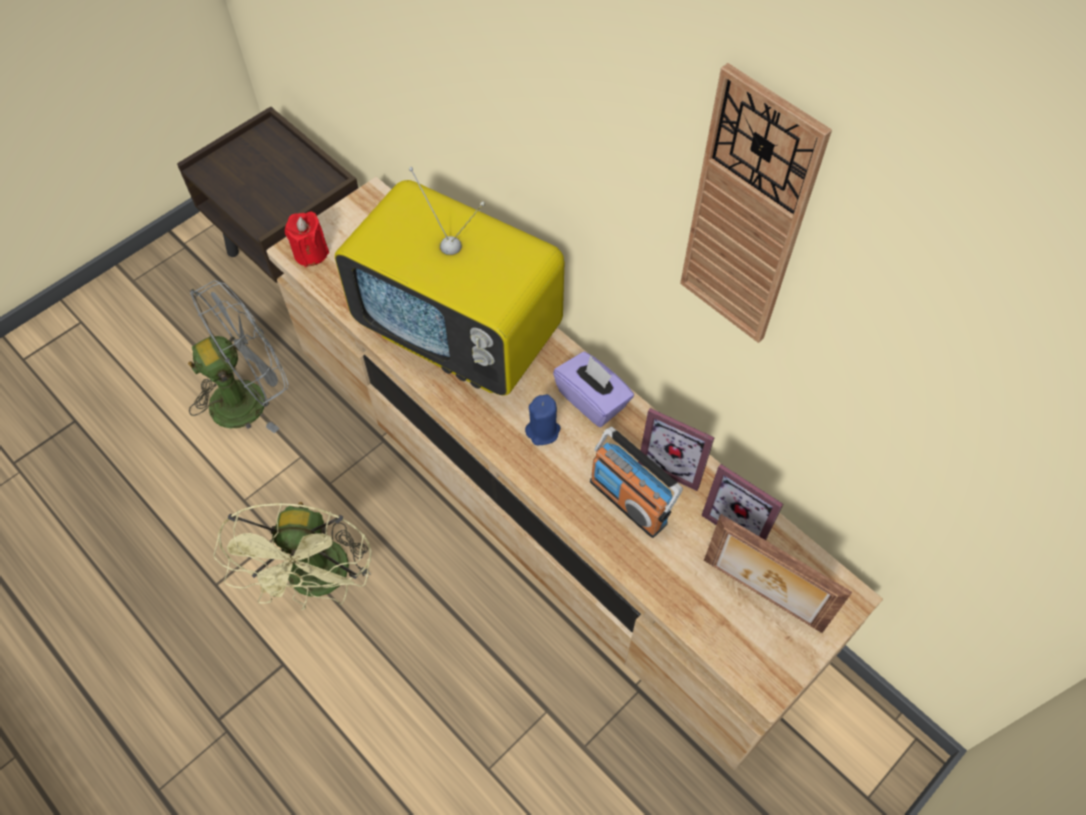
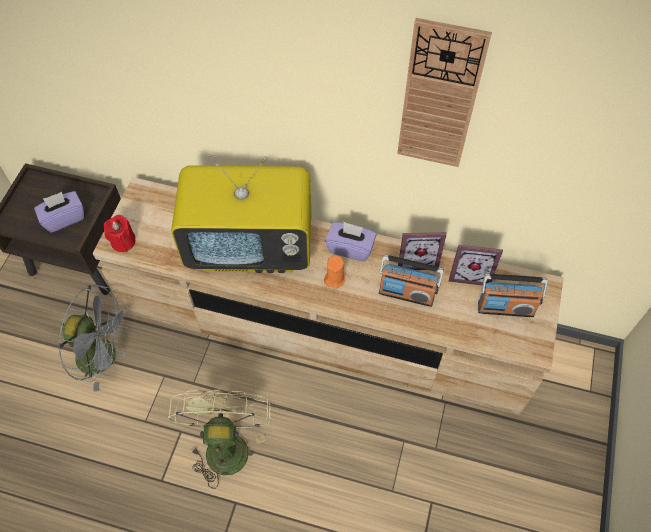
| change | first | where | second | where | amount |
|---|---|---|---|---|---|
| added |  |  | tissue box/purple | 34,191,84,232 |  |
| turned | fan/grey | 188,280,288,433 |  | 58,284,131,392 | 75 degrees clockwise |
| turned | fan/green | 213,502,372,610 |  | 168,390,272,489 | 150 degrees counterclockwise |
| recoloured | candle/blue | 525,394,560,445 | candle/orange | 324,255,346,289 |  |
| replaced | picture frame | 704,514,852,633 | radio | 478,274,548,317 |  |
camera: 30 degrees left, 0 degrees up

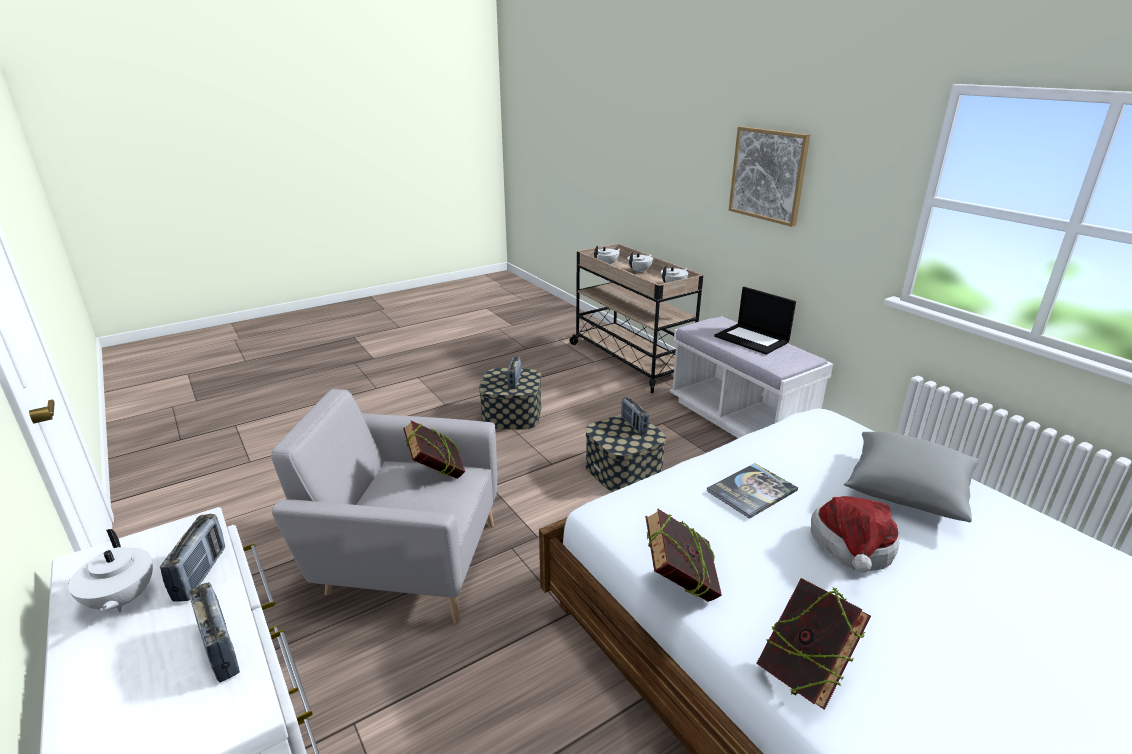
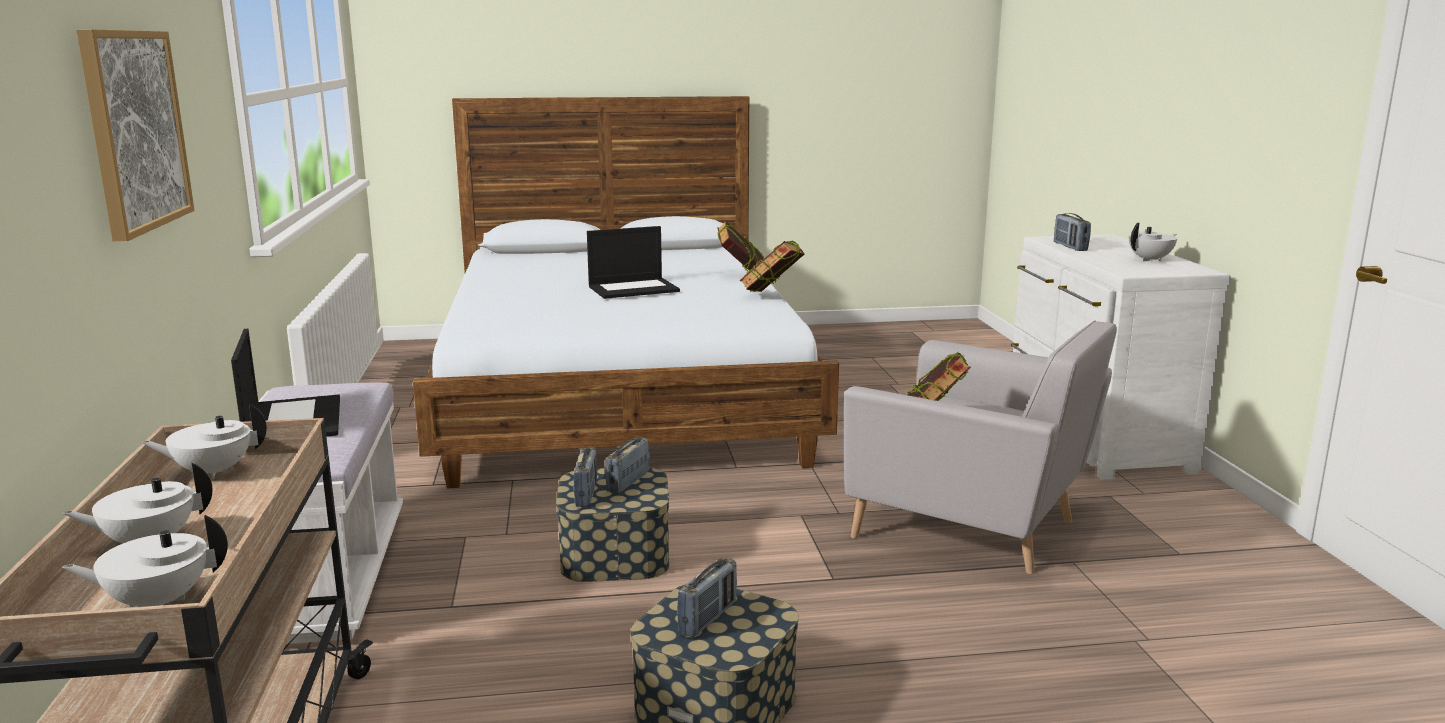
| change | first | where | second | where | amount |
|---|---|---|---|---|---|
| replaced | hat | 811,496,899,573 | laptop | 587,226,680,299 |  |
| moved | radio | 160,514,225,602 |  | 605,437,650,494 |  |
| turned | teapot/white | 68,529,153,613 |  | 1129,223,1177,263 | 60 degrees clockwise |
| removed | book | 707,463,798,519 |  |  |  |
| removed | pillow/grey | 844,432,979,522 |  |  |  |
camera: 155 degrees left, 10 degrees down

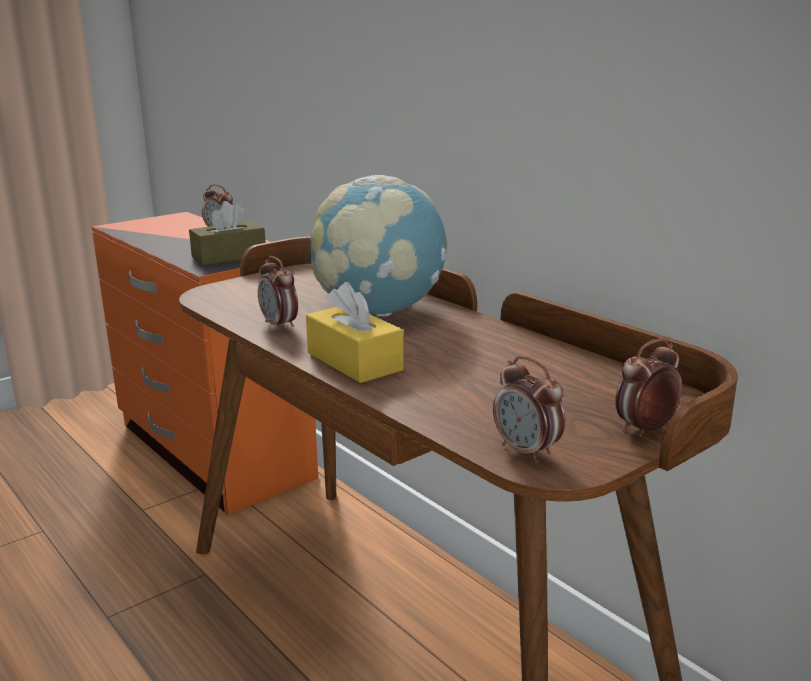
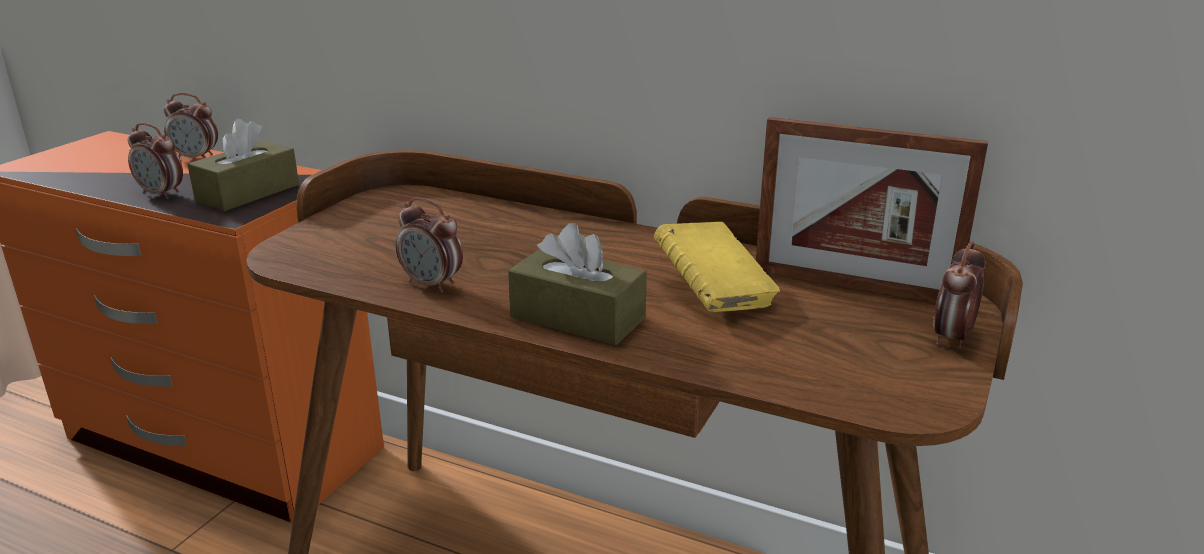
| change | first | where | second | where | amount |
|---|---|---|---|---|---|
| moved | alarm clock | 493,356,565,463 |  | 128,123,183,199 |  |
| recoloured | tissue box/yellow | 306,282,404,383 | tissue box/brown | 508,223,647,346 |  |
| added |  |  | book/yellow | 654,222,780,312 |  |
| added |  |  | picture frame | 756,117,988,303 |  |
| removed | globe | 310,175,447,316 |  |  |  |
camera: 25 degrees left, 5 degrees up

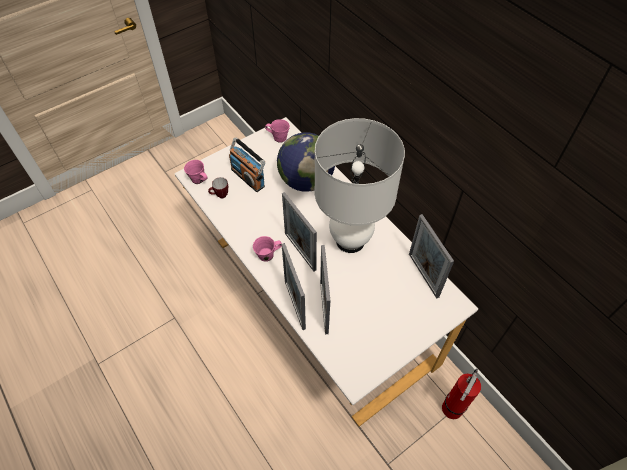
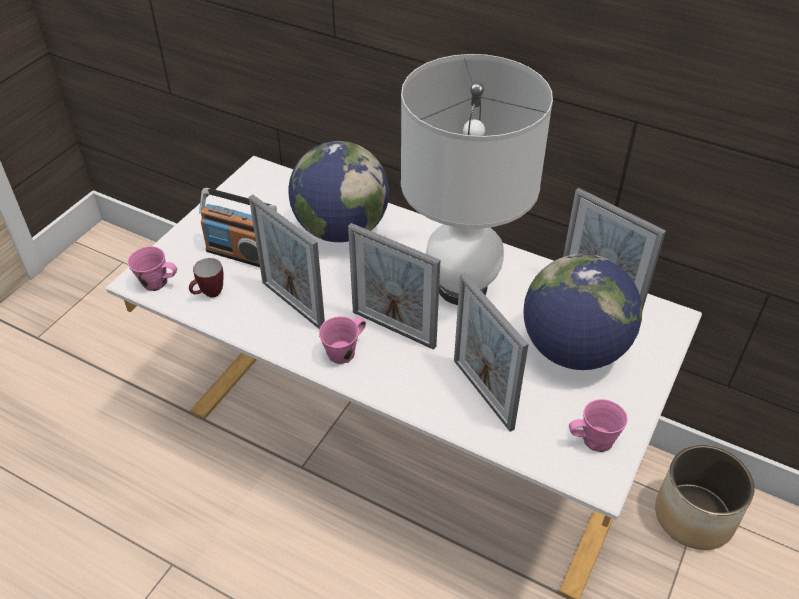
| change | first | where | second | where | amount |
|---|---|---|---|---|---|
| moved | picture frame | 282,243,306,330 |  | 249,195,325,329 |  |
| added |  |  | globe | 523,254,642,370 |  |
| moved | mug/pink | 265,119,290,143 |  | 569,399,628,452 |  |
| replaced | fire extinguisher | 442,369,481,419 | planter | 655,445,755,550 |  |
camera: 25 degrees left, 10 degrees down

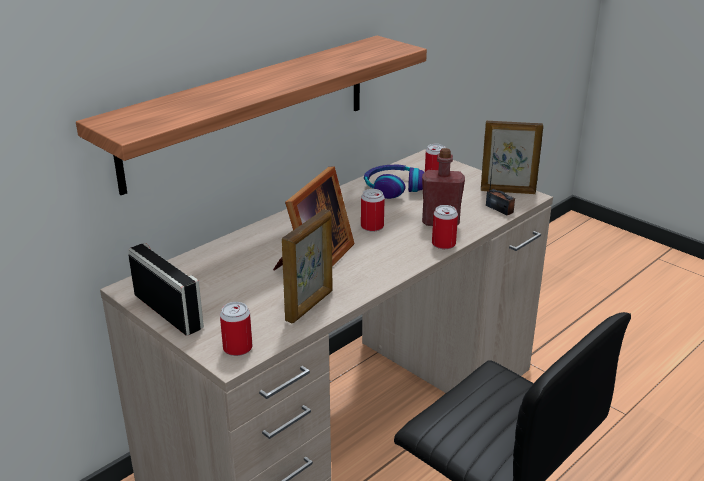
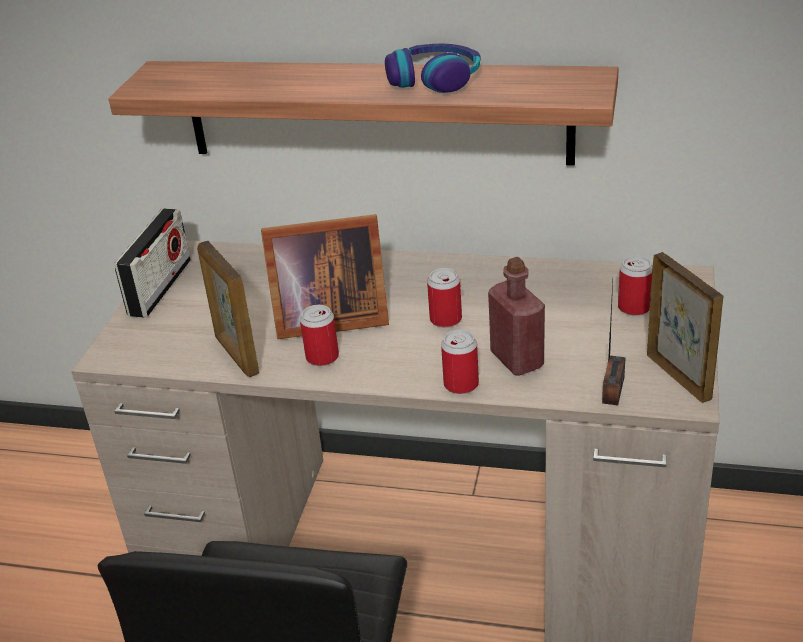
| change | first | where | second | where | amount |
|---|---|---|---|---|---|
| turned | picture frame | 282,209,332,323 |  | 197,241,259,377 | 60 degrees clockwise |
| moved | can | 220,302,252,356 |  | 300,305,339,366 |  |
| moved | headphones | 364,165,424,199 |  | 385,44,481,93 |  |
camera: 60 degrees right, 5 degrees up

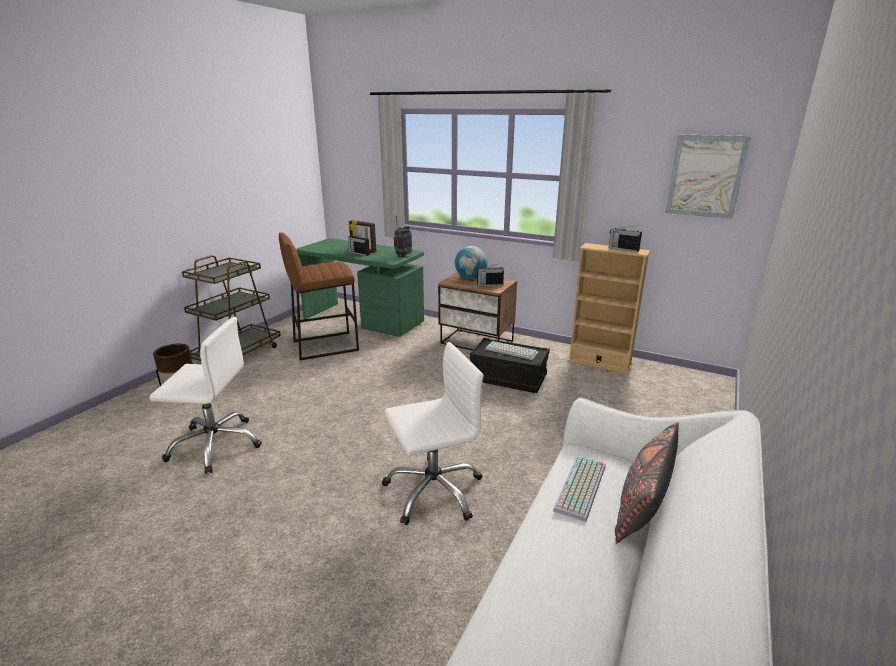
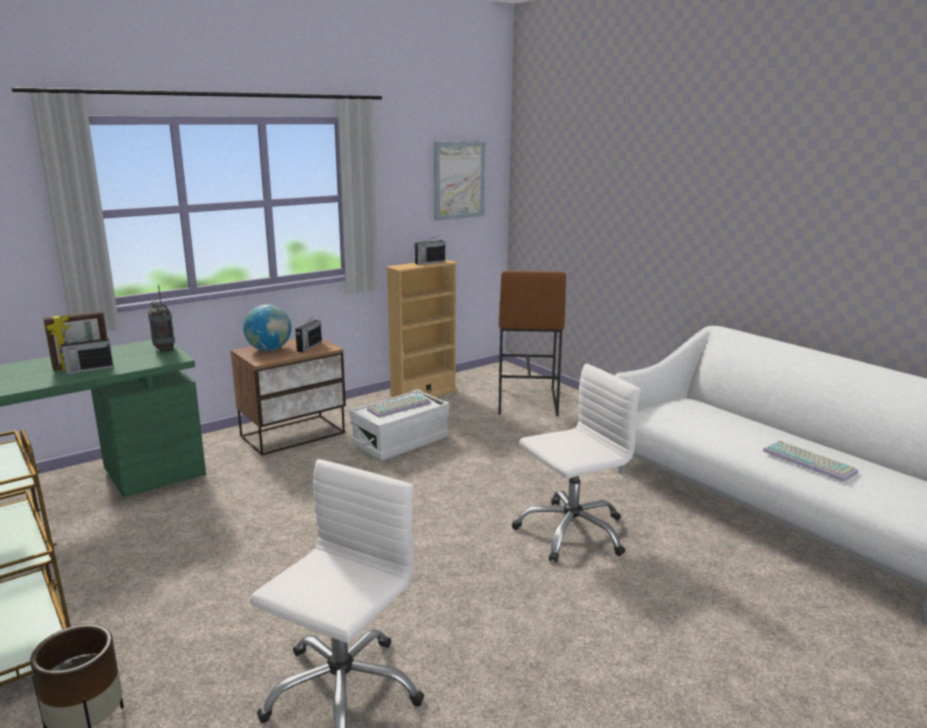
| change | first | where | second | where | amount |
|---|---|---|---|---|---|
| recoloured | storage box/black | 470,338,550,393 | storage box/white | 349,390,449,460 |  |
| moved | stool/brown | 279,233,359,361 |  | 499,271,566,416 |  |
| turned | office chair/white | 382,342,484,525 |  | 512,364,641,563 | 60 degrees clockwise |
| moved | keyboard | 553,456,606,522 |  | 763,441,858,482 |  |
| removed | pillow/grey | 615,422,679,544 |  |  |  |
camera: 65 degrees left, 5 degrees down

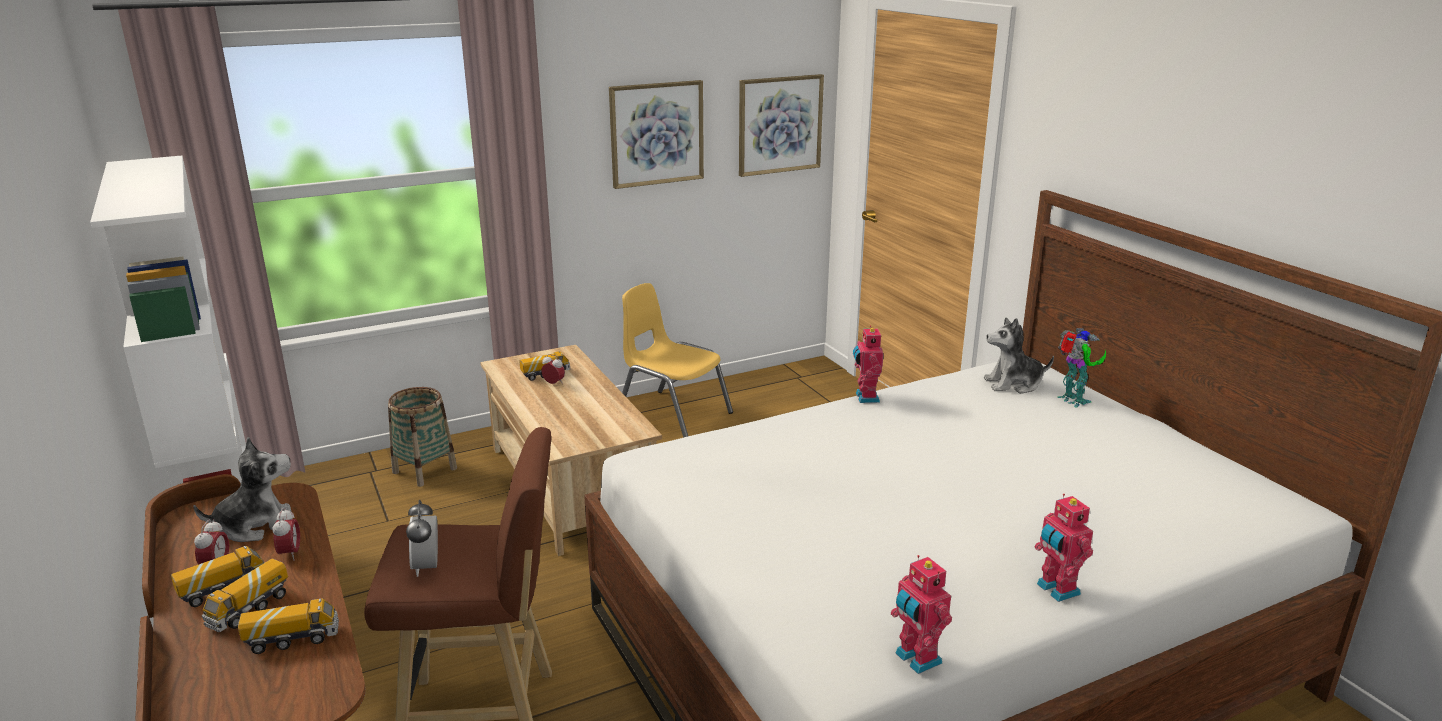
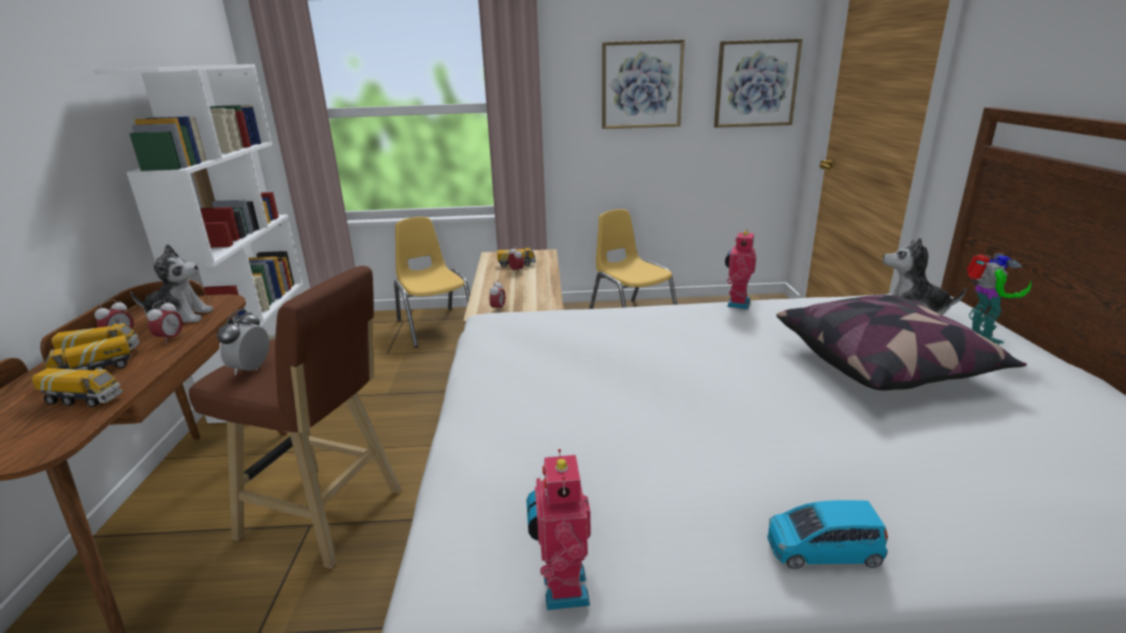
| change | first | where | second | where | amount |
|---|---|---|---|---|---|
| replaced | basket | 388,387,457,487 | chair/yellow | 394,217,470,348 |  |
| added |  |  | alarm clock | 489,280,505,310 |  |
| replaced | toy robot | 1034,494,1093,602 | toy car/blue | 767,500,888,569 |  |
| added |  |  | pillow | 776,295,1027,391 |  |
camera: 25 degrees right, 0 degrees up

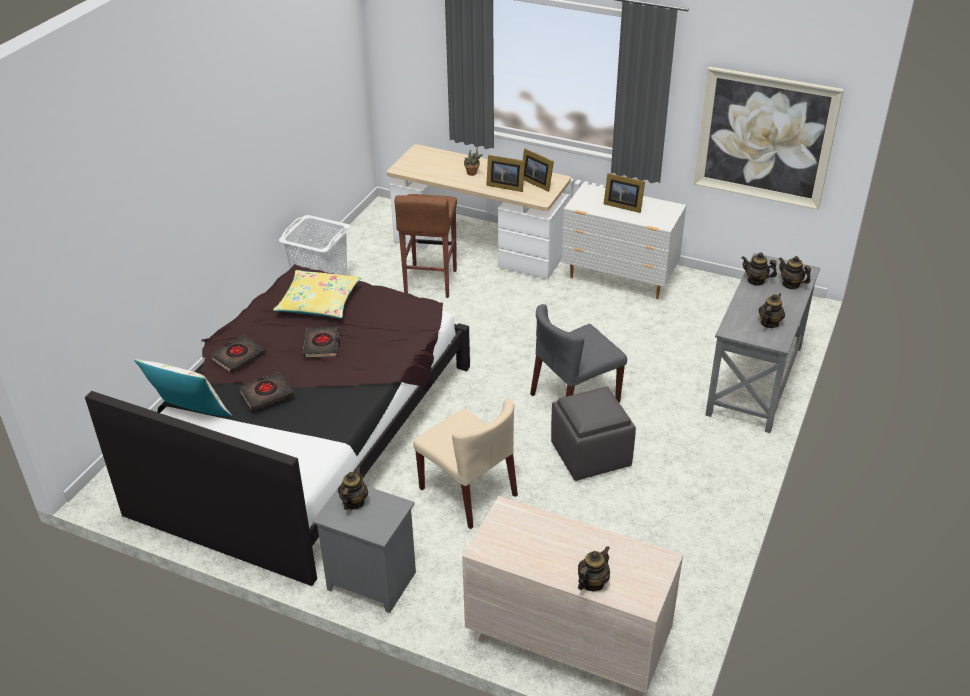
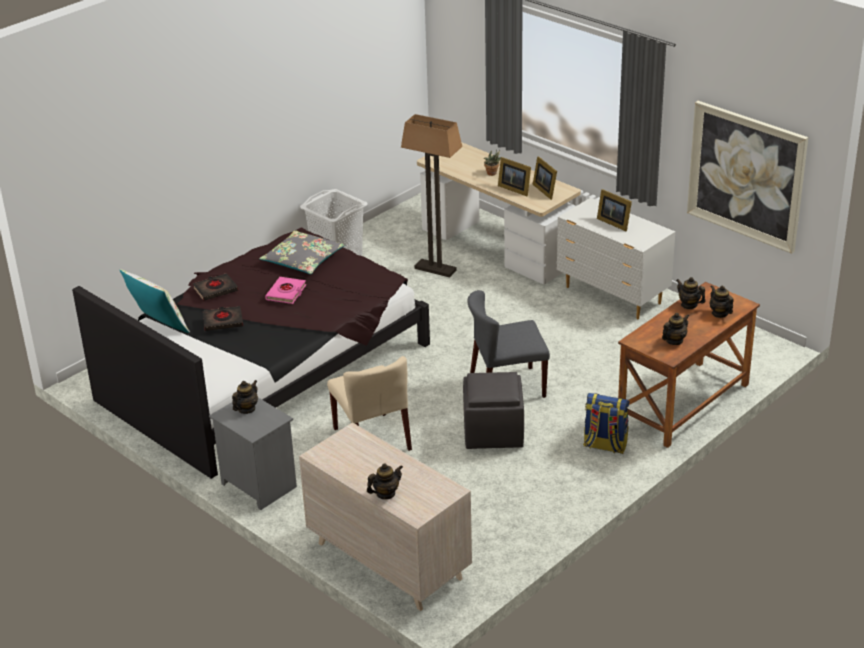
| change | first | where | second | where | amount |
|---|---|---|---|---|---|
| recoloured | pillow/yellow | 273,270,362,319 | pillow/grey | 259,230,345,274 |  |
| recoloured | book/black | 303,326,340,358 | book/pink | 265,277,306,304 |  |
| replaced | stool/brown | 394,194,457,298 | floor lamp | 401,114,462,277 |  |
| added |  |  | backpack | 583,393,630,454 |  |
| recoloured | desk/grey | 705,253,820,433 | desk/brown | 618,282,760,448 |  |
camera: 20 degrees right, 5 degrees down

